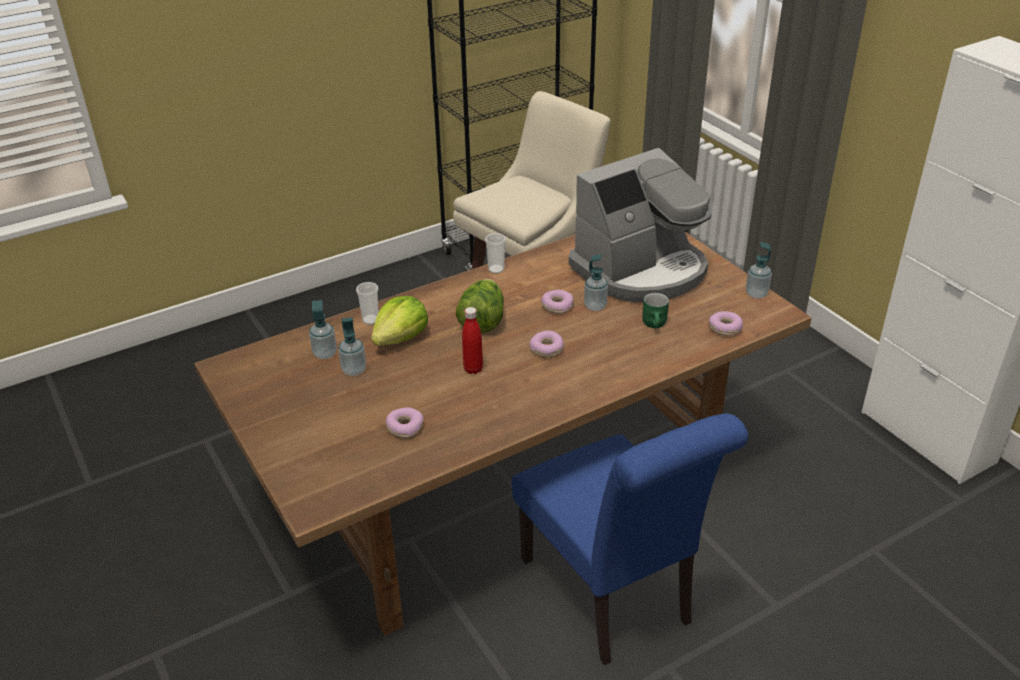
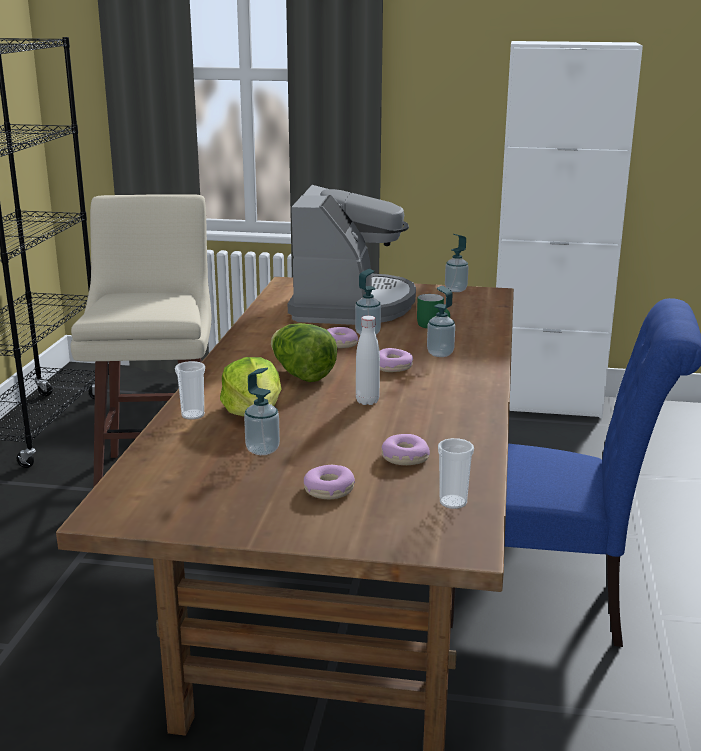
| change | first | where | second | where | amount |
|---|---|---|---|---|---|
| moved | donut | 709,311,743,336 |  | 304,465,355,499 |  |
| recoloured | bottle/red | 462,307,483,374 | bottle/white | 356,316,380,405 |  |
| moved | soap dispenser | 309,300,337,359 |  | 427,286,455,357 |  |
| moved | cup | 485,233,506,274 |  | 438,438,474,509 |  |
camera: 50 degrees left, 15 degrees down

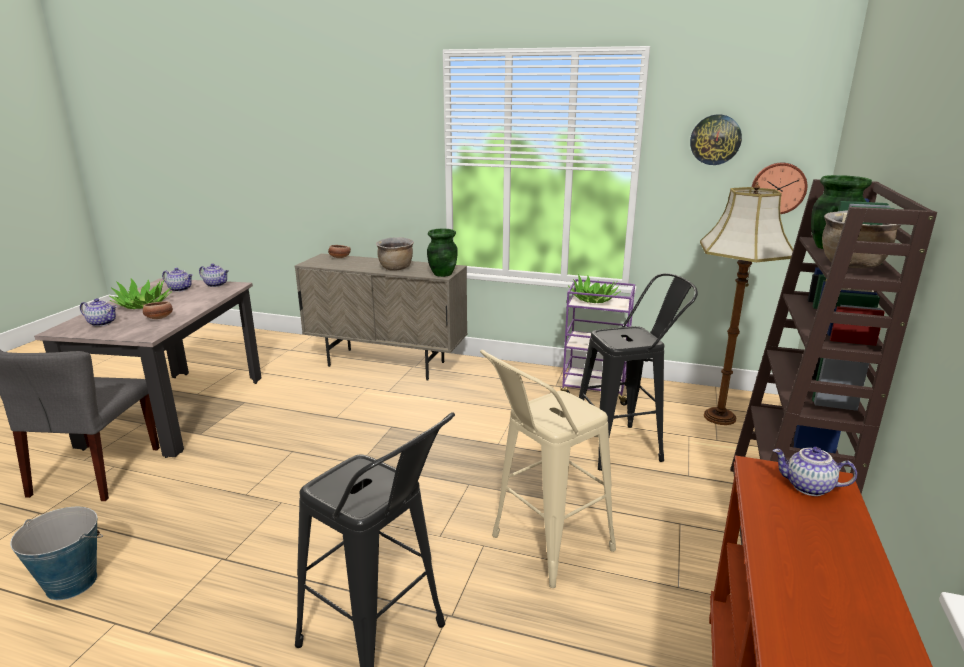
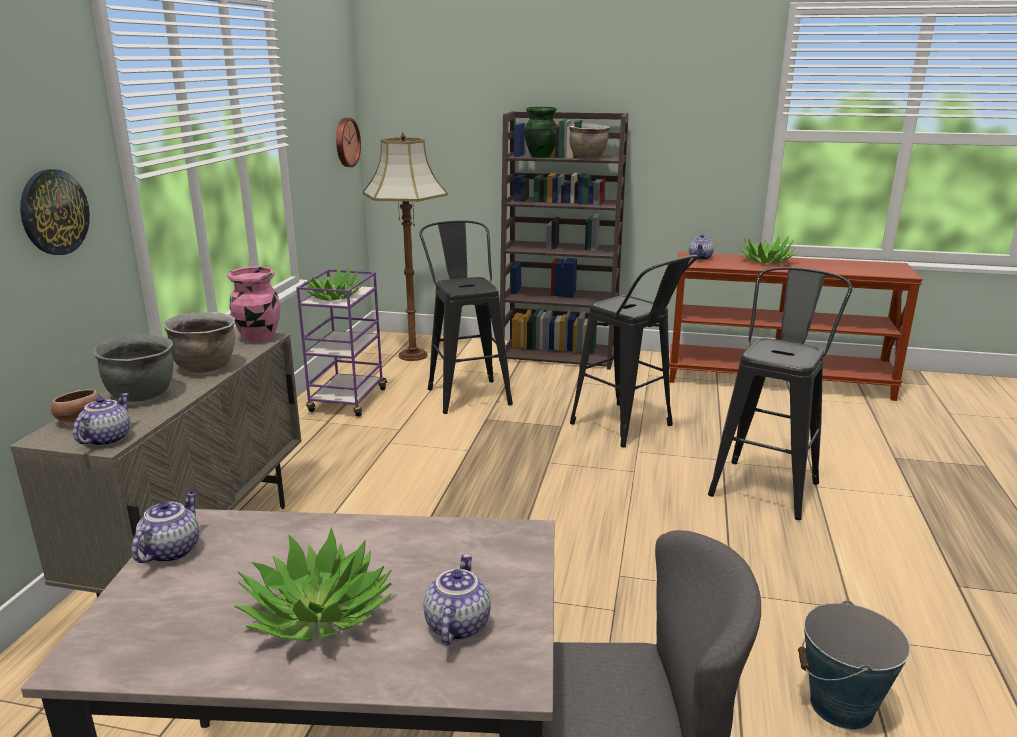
| change | first | where | second | where | amount |
|---|---|---|---|---|---|
| moved | wall clock | 690,114,742,165 |  | 20,169,90,255 |  |
| moved | teapot | 162,268,193,292 |  | 73,393,130,446 |  |
| added |  |  | cooking pot/grey | 93,334,174,402 |  |
| recoloured | vase/green | 427,229,458,277 | vase/pink | 228,266,280,343 |  |
| recoloured | stool/beige | 480,350,616,588 | stool/black | 570,255,699,447 |  |
| added |  |  | potted plant | 738,235,799,264 |  |
| removed | bowl | 143,301,173,319 |  |  |  |
camera: 95 degrees left, 0 degrees up

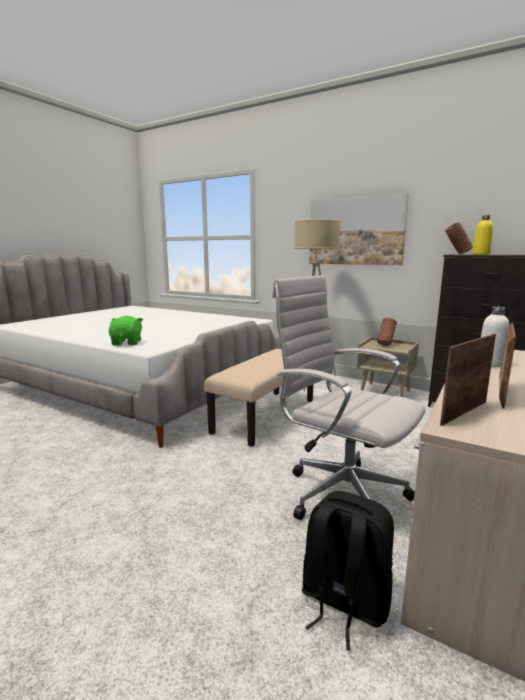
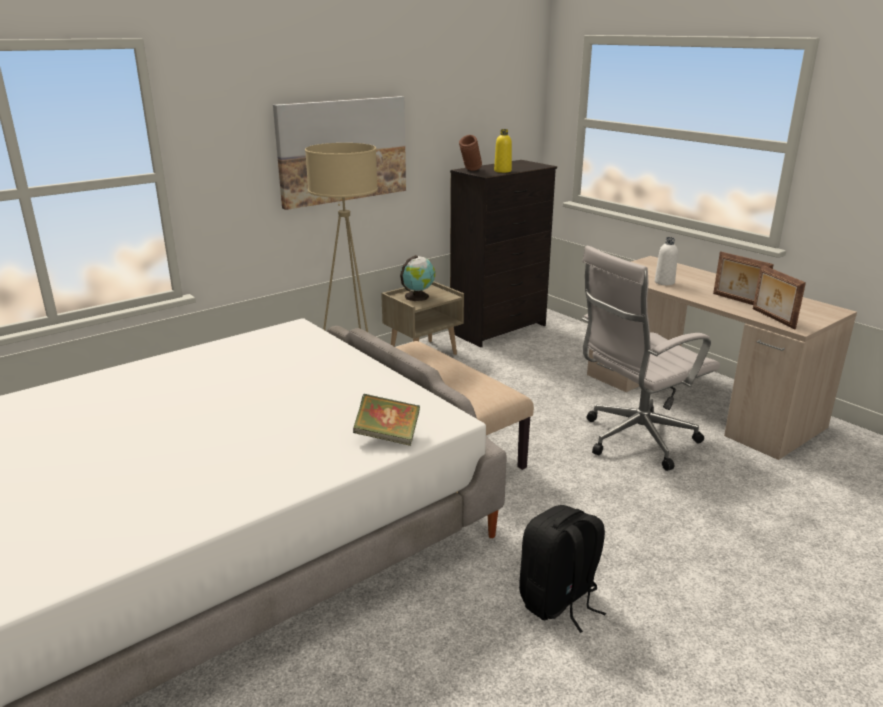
| change | first | where | second | where | amount |
|---|---|---|---|---|---|
| replaced | plush toy/green | 109,316,143,345 | book | 353,394,420,446 |  |
| replaced | vase/brown | 377,318,397,345 | globe | 400,255,435,301 |  |
| moved | backpack/black | 302,491,394,651 |  | 519,505,606,633 |  |
camera: 70 degrees left, 10 degrees up

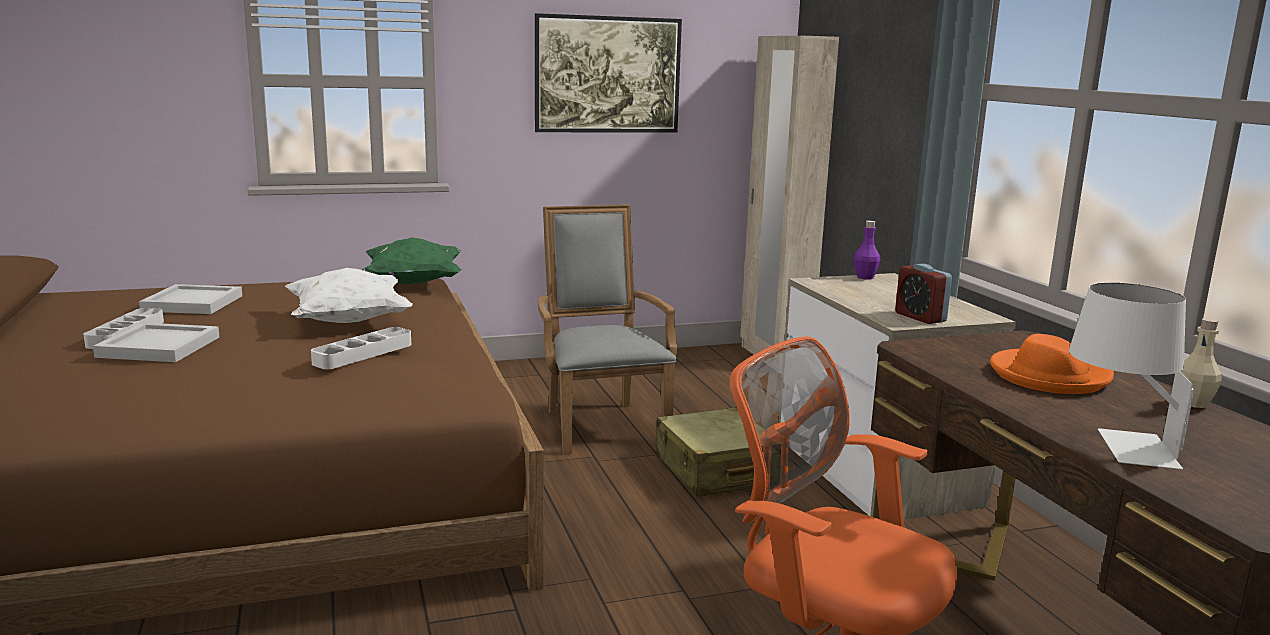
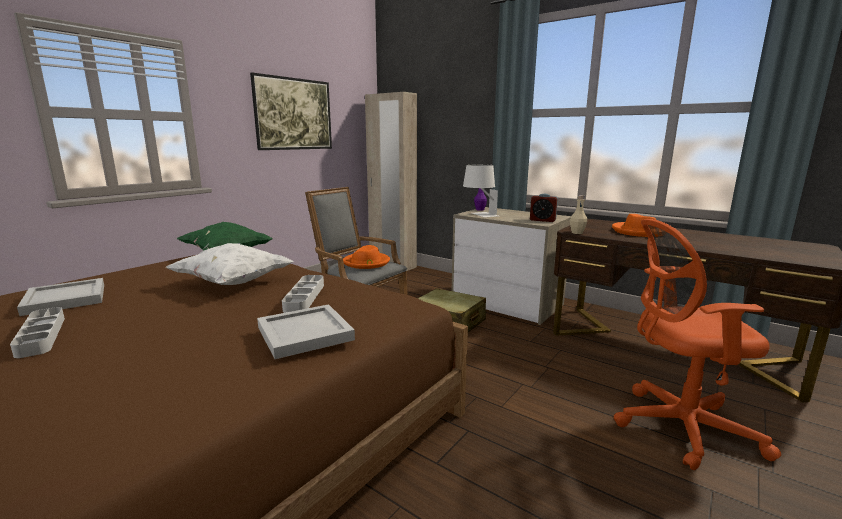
| change | first | where | second | where | amount |
|---|---|---|---|---|---|
| moved | tray/white | 93,323,219,362 |  | 257,304,355,359 |  |
| added |  |  | hat/orange | 343,245,390,269 |  |
| moved | table lamp/white | 1069,283,1194,469 |  | 463,164,498,217 |  |
| moved | bottle/beige | 1180,318,1222,408 |  | 570,195,587,234 |  |
camera: 35 degrees left, 0 degrees up

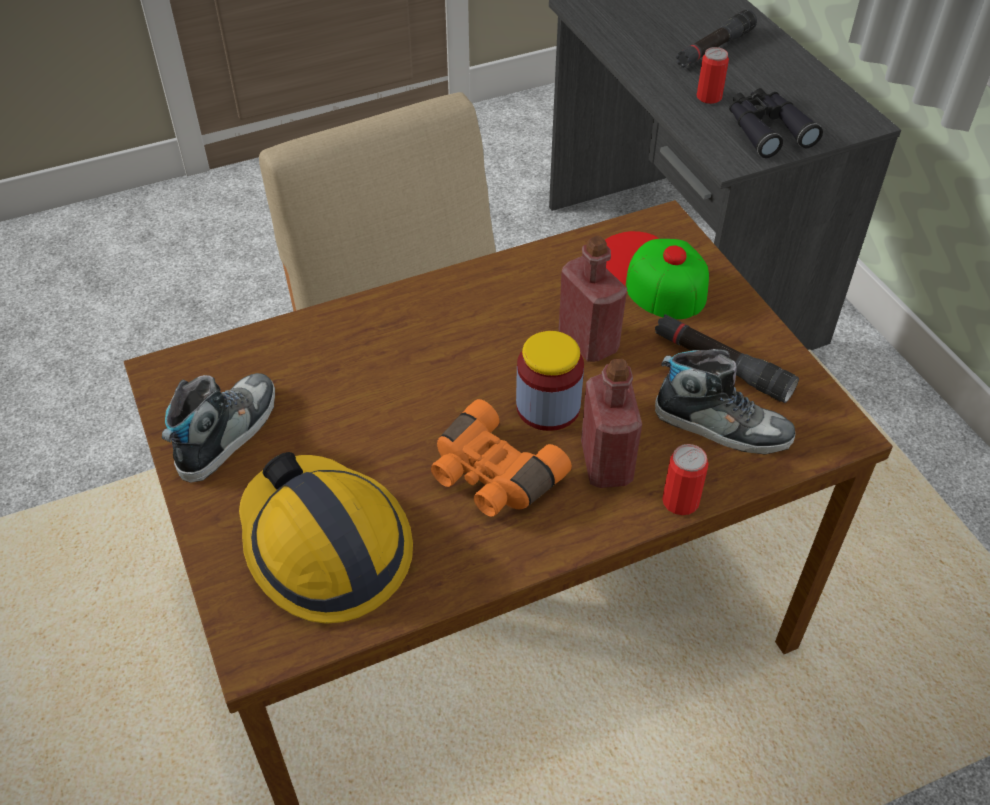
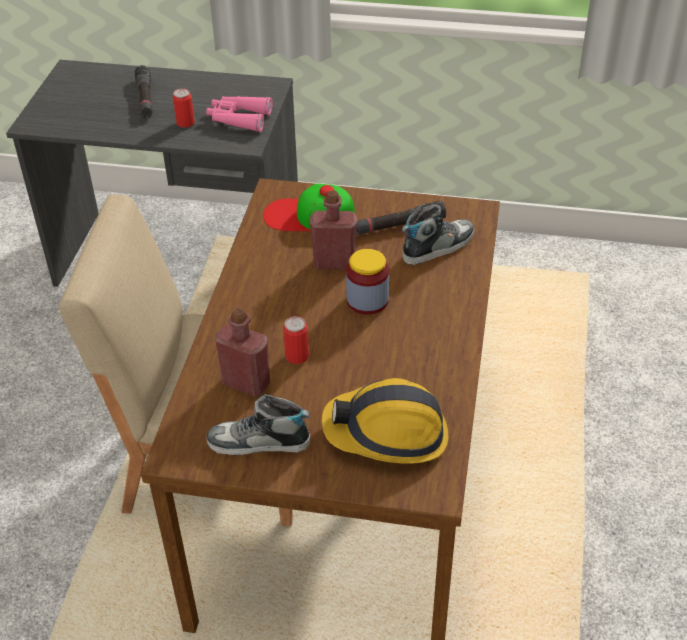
| change | first | where | second | where | amount |
|---|---|---|---|---|---|
| recoloured | binoculars/black | 729,88,823,158 | binoculars/pink | 206,96,273,132 |  |
| turned | shoe | 162,373,275,483 |  | 206,394,310,456 | 60 degrees counterclockwise |
| moved | bottle/red | 581,359,642,488 |  | 215,308,270,397 |  |
| moved | can | 662,444,709,515 |  | 283,316,309,364 |  |
| removed | binoculars/orange | 431,399,572,517 |  |  |  |
camera: 55 degrees left, 5 degrees down

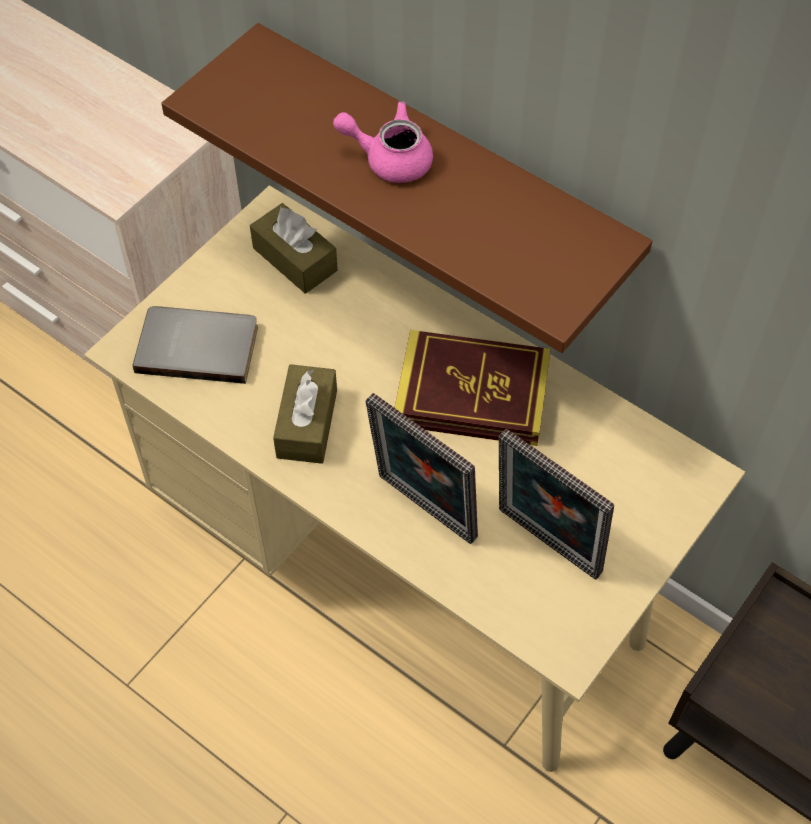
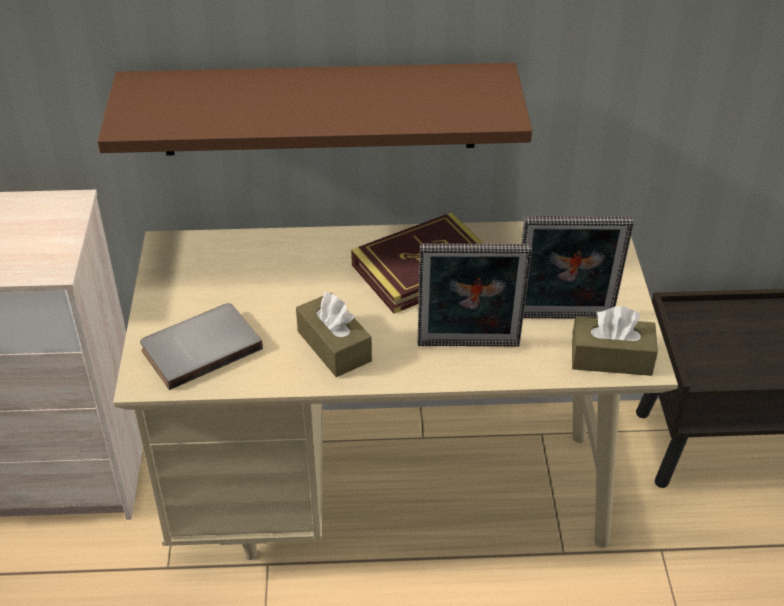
| change | first | where | second | where | amount |
|---|---|---|---|---|---|
| moved | tissue box/brown | 250,203,338,294 |  | 572,306,658,376 |  |
| removed | teapot/pink | 333,101,433,183 |  |  |  |
camera: 40 degrees left, 15 degrees down

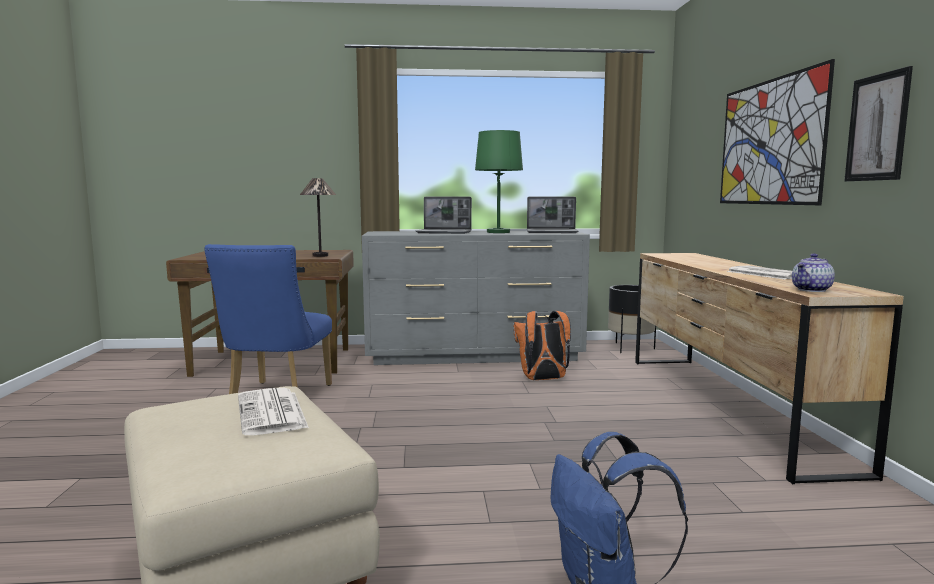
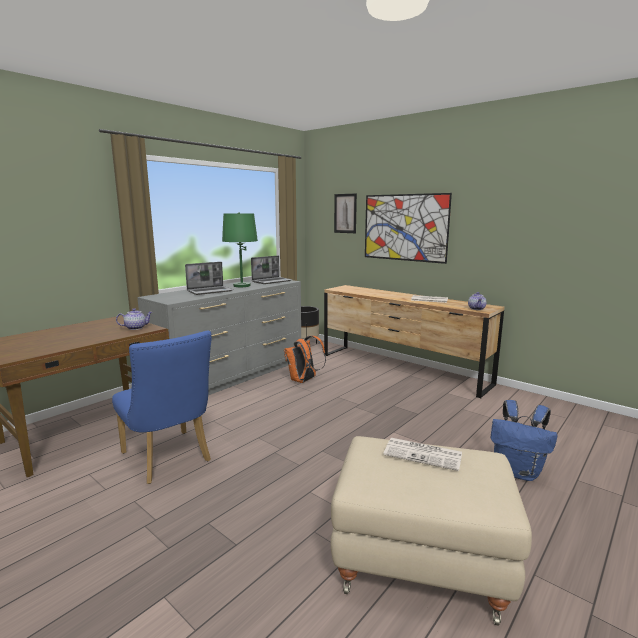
| change | first | where | second | where | amount |
|---|---|---|---|---|---|
| replaced | table lamp | 300,178,336,257 | teapot | 116,308,152,330 |  |
| moved | picture | 844,66,913,181 |  | 334,193,357,233 |  |
camera: 45 degrees left, 5 degrees up

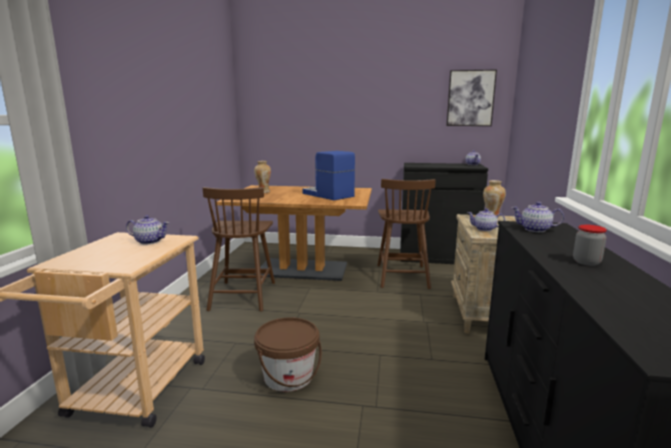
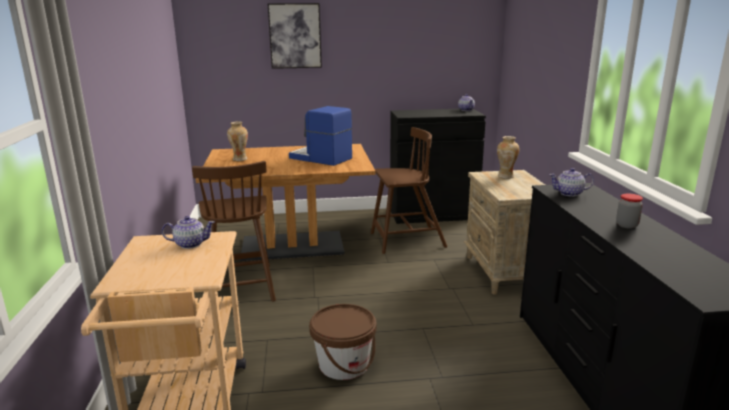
| change | first | where | second | where | amount |
|---|---|---|---|---|---|
| moved | picture | 447,70,497,126 |  | 268,3,322,69 |  |
| turned | chair/brown | 377,179,436,289 |  | 371,127,447,254 | 90 degrees counterclockwise |
| removed | teapot | 467,208,505,231 |  |  |  |
camera: 15 degrees left, 5 degrees up

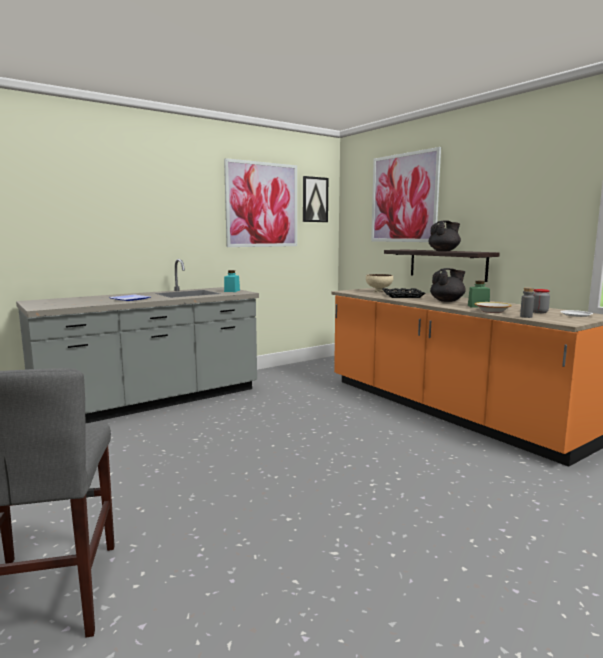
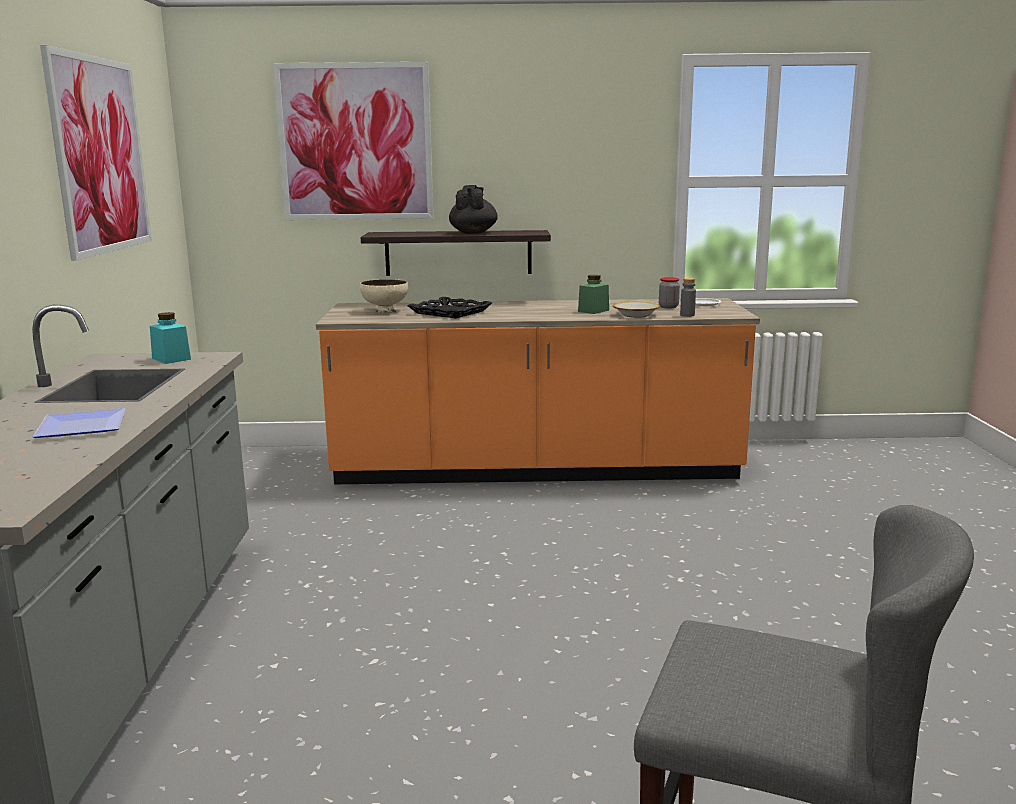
| change | first | where | second | where | amount |
|---|---|---|---|---|---|
| removed | picture | 303,176,328,222 |  |  |  |
| removed | teapot/black | 430,268,466,302 |  |  |  |
camera: 55 degrees left, 5 degrees up

